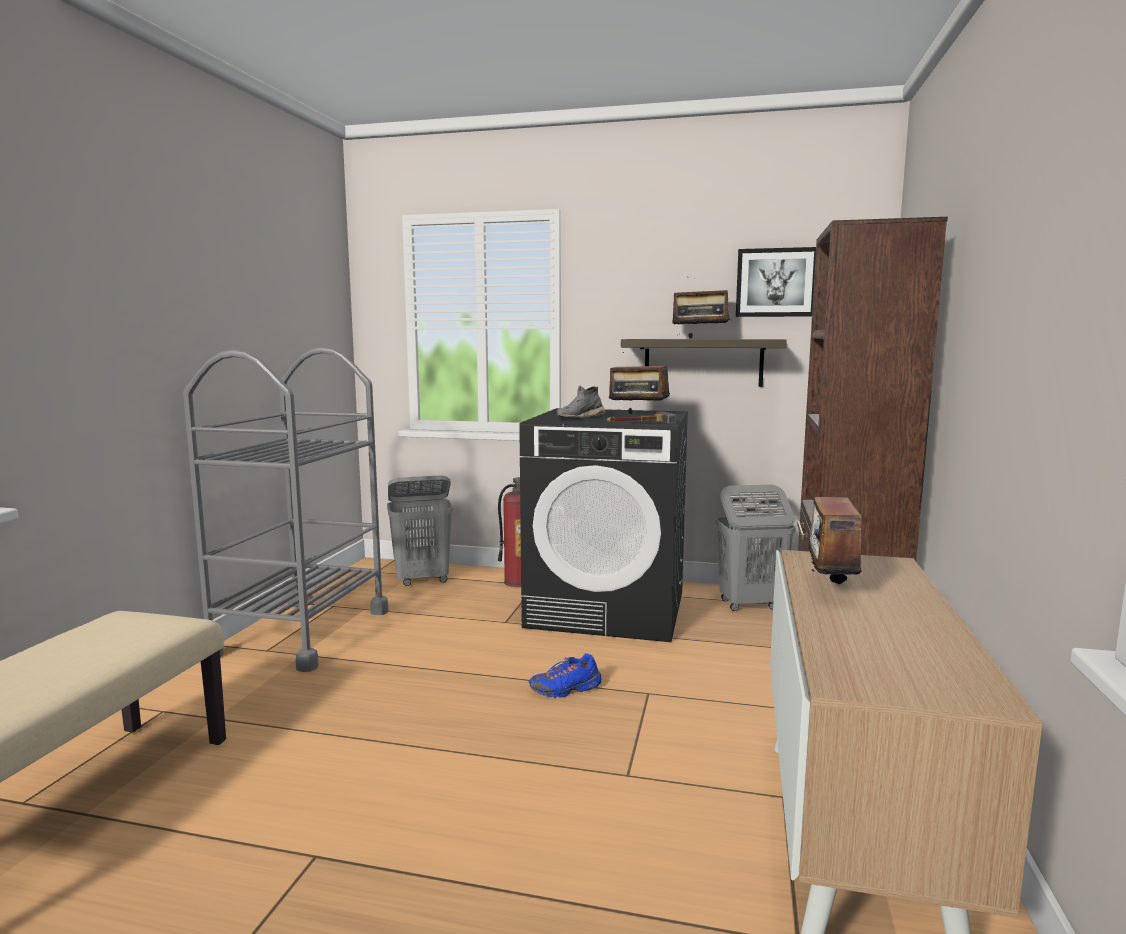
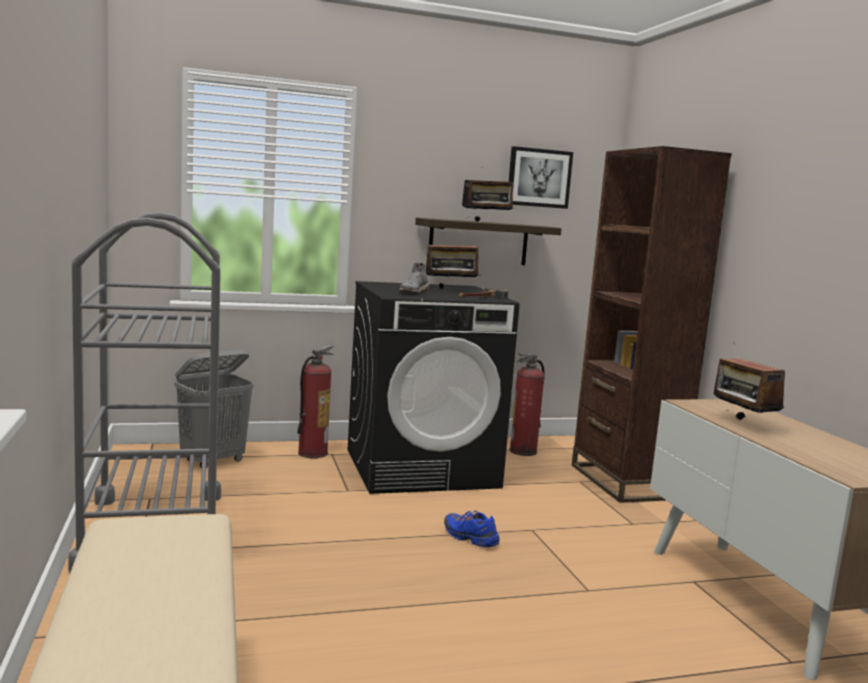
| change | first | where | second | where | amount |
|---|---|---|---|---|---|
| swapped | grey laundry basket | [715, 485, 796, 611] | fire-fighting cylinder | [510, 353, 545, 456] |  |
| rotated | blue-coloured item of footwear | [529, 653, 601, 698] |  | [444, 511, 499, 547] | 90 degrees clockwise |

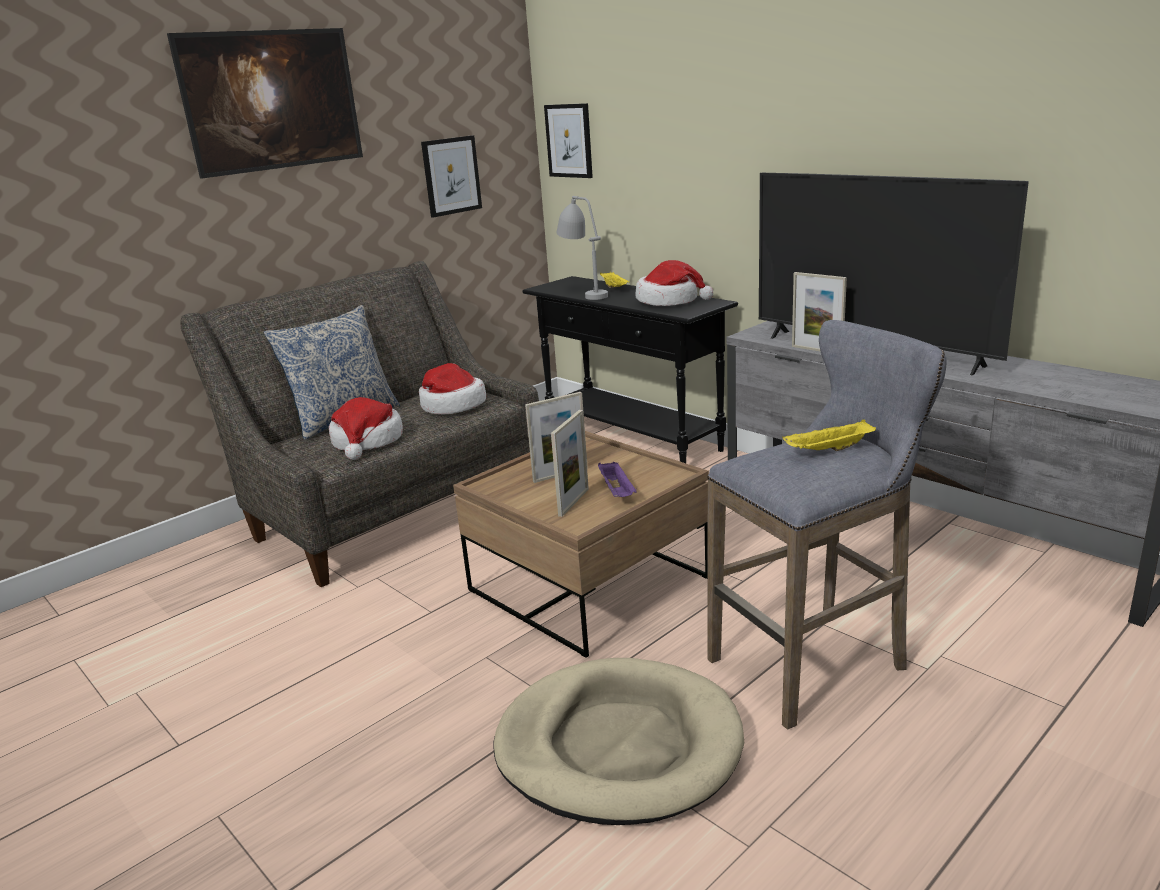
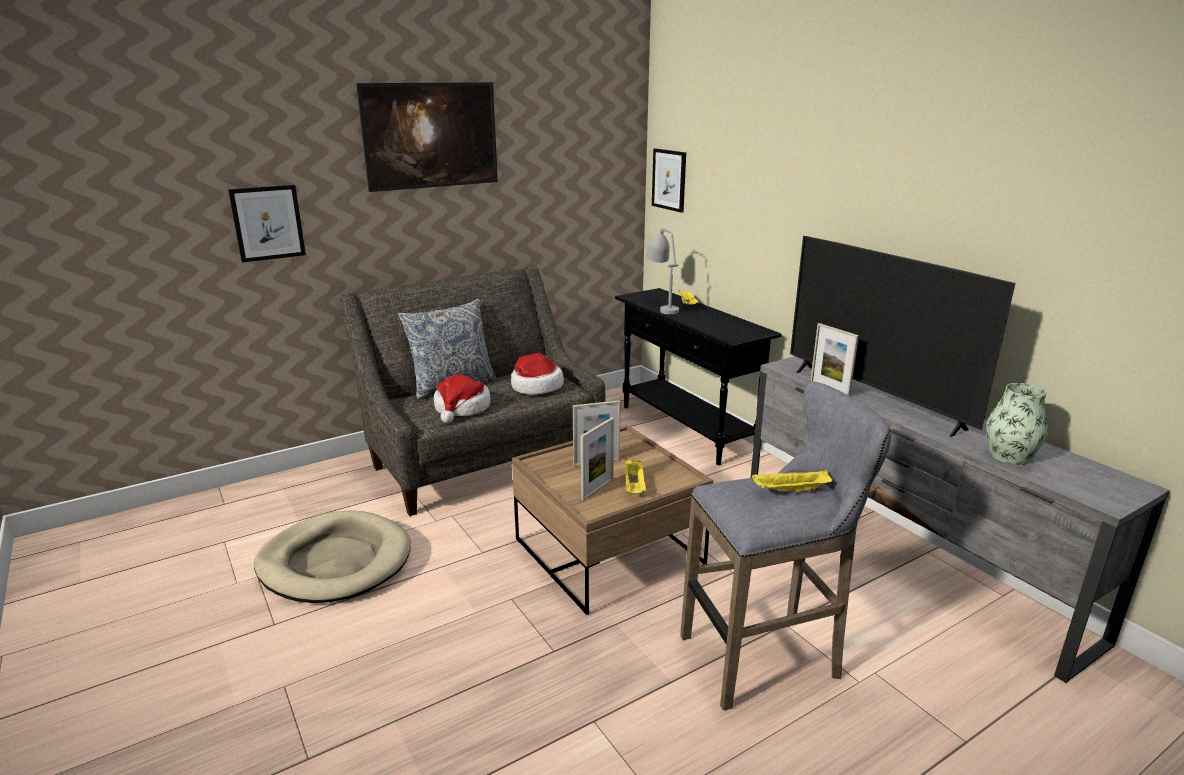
| change | first | where | second | where | amount |
|---|---|---|---|---|---|
| shifted | wall art | [421, 135, 482, 218] |  | [228, 185, 306, 263] |  |
| gone | clothing hat | [635, 260, 713, 306] |  |  |  |
| repainted | purple carrying tray | [598, 462, 637, 497] | yellow-coloured carrying tray | [625, 459, 646, 493] |  |
| shifted | beige-coloured dog bed | [494, 658, 744, 825] |  | [254, 511, 411, 603] |  |
| new |  |  | flower vase | [986, 383, 1048, 465] |  |

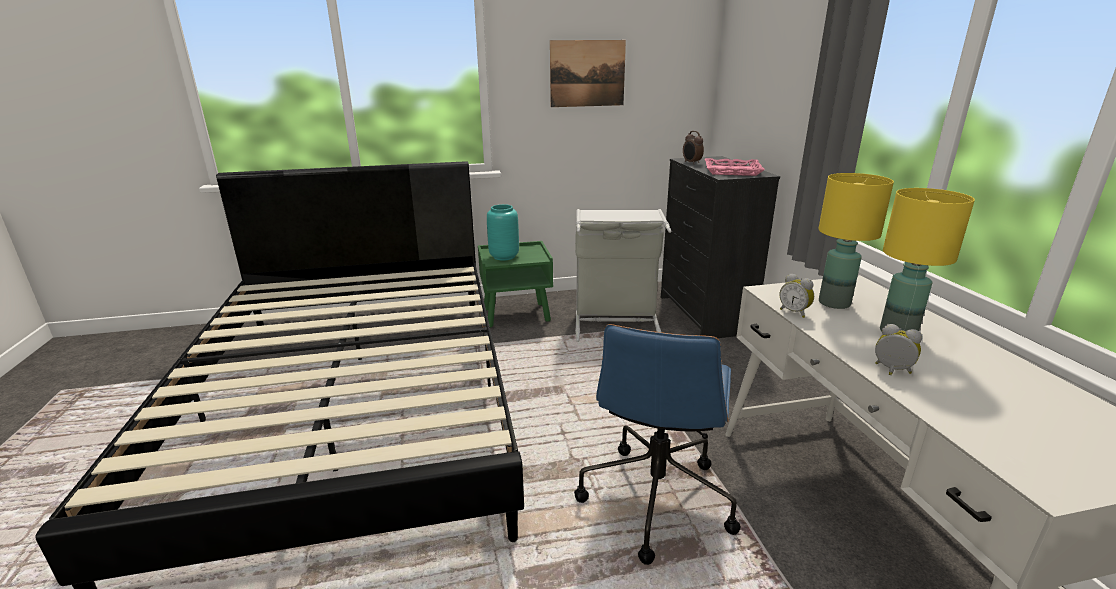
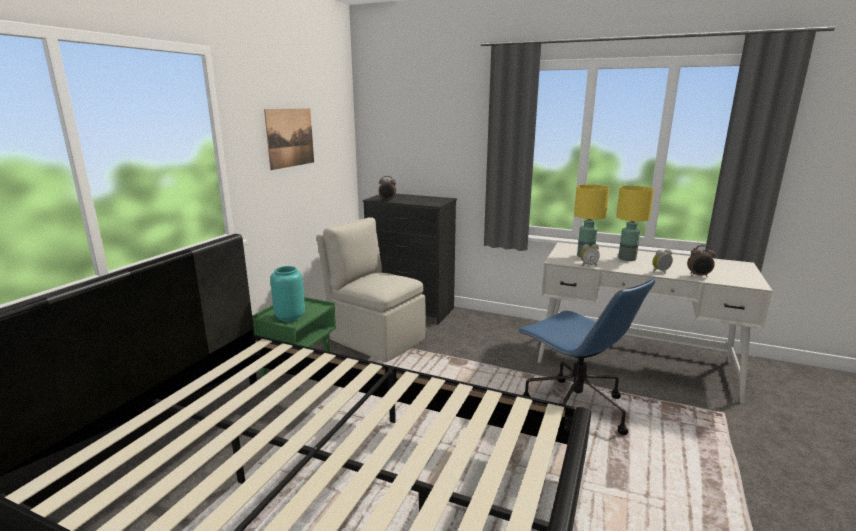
| change | first | where | second | where | amount |
|---|---|---|---|---|---|
| gone | pink carrying tray | [705, 158, 765, 176] |  |  |  |
| swapped | grey laundry basket | [575, 209, 671, 342] | beige-coloured chair | [316, 217, 426, 362] |  |
| new |  |  | table clock | [687, 245, 716, 277] |  |

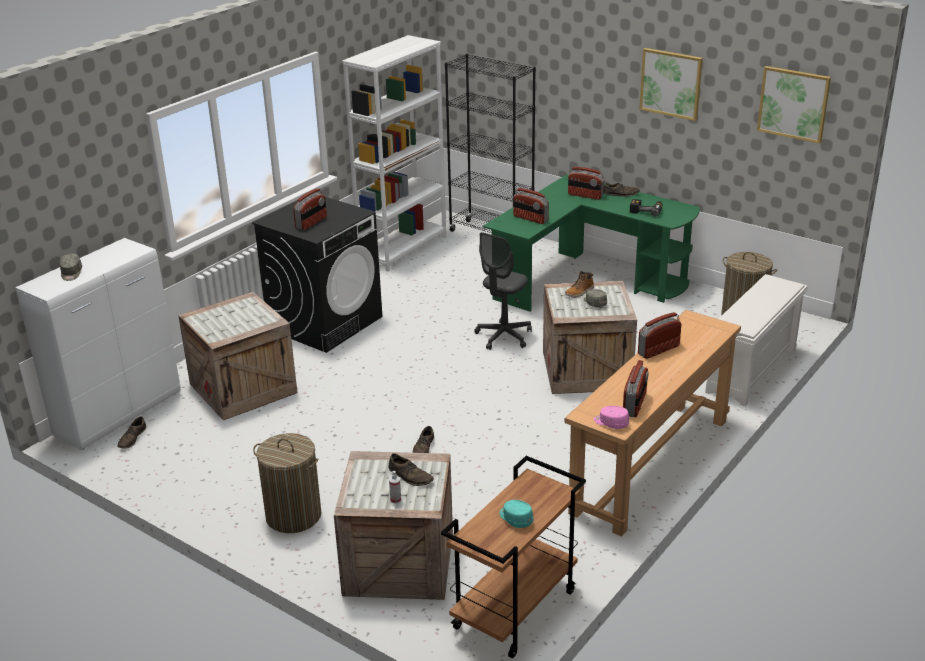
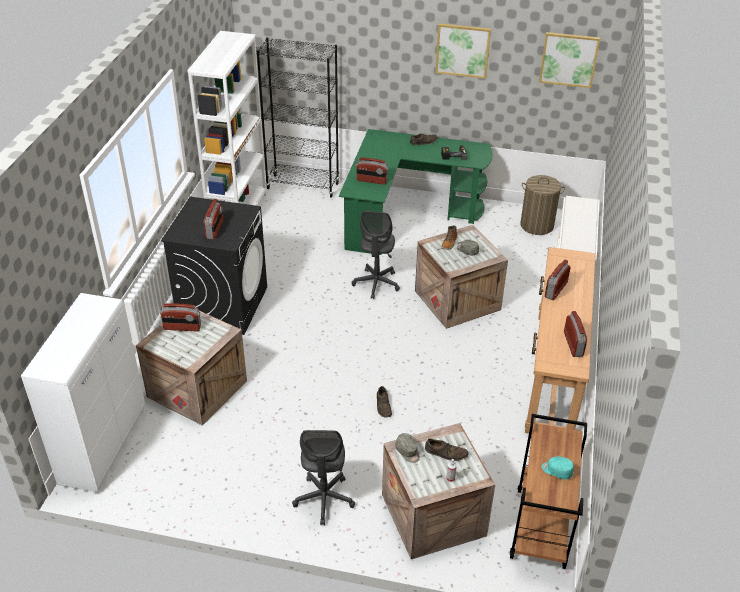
| change | first | where | second | where | amount |
|---|---|---|---|---|---|
| shifted | radio receiver | [568, 167, 605, 200] |  | [160, 303, 201, 331] |  |
| shifted | grey cap | [60, 254, 82, 281] |  | [395, 433, 420, 463] |  |
| gone | pink cap | [594, 406, 629, 429] |  |  |  |
| gone | brown-coloured item of footwear | [117, 416, 146, 449] |  |  |  |
| swapped | laundry basket | [253, 433, 321, 533] | grey desk chair | [292, 430, 355, 525] |  |

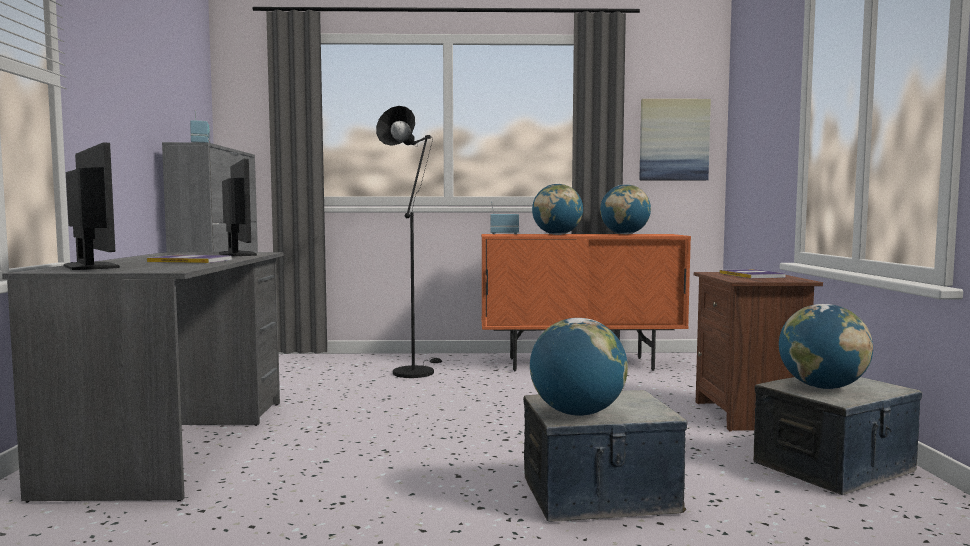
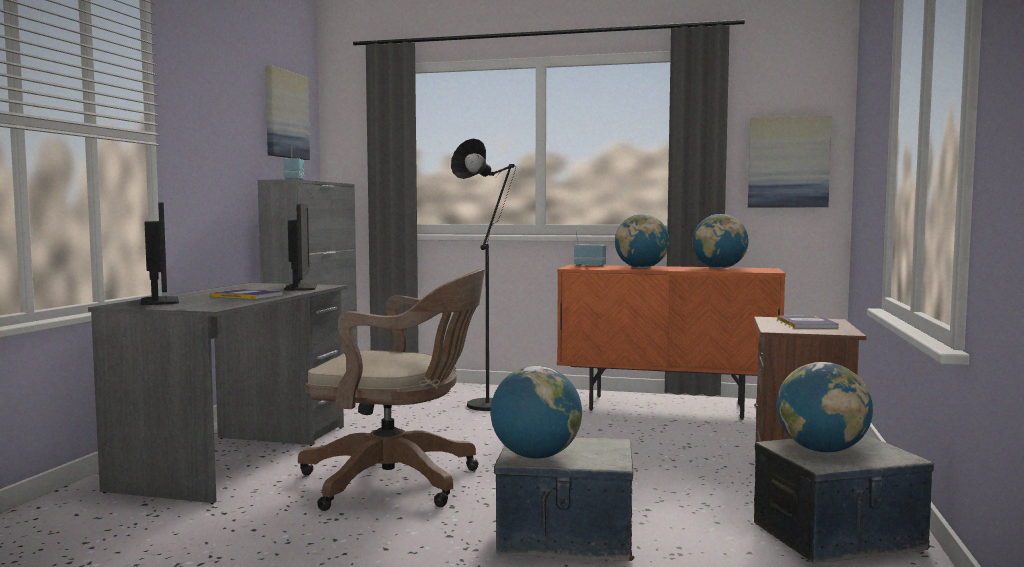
| change | first | where | second | where | amount |
|---|---|---|---|---|---|
| new |  |  | wall art | [265, 65, 310, 160] |  |
| new |  |  | brown-coloured desk chair | [298, 269, 485, 511] |  |

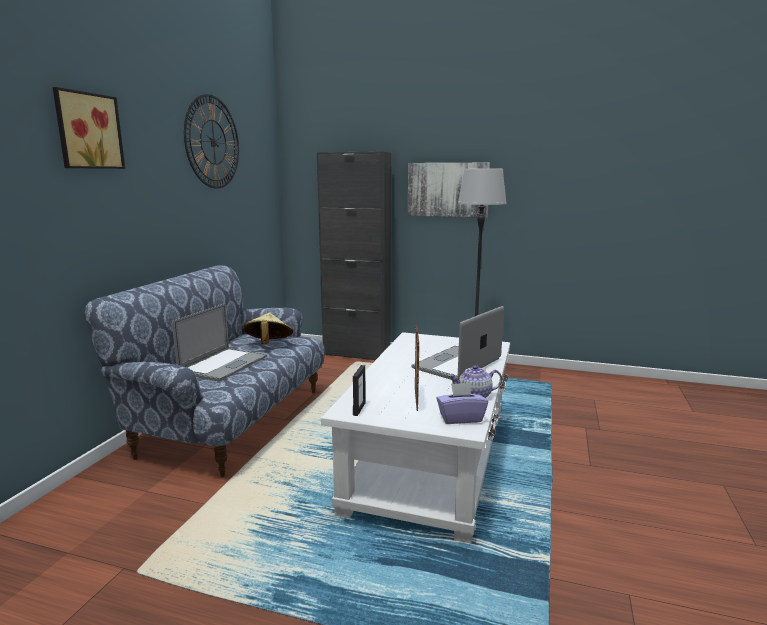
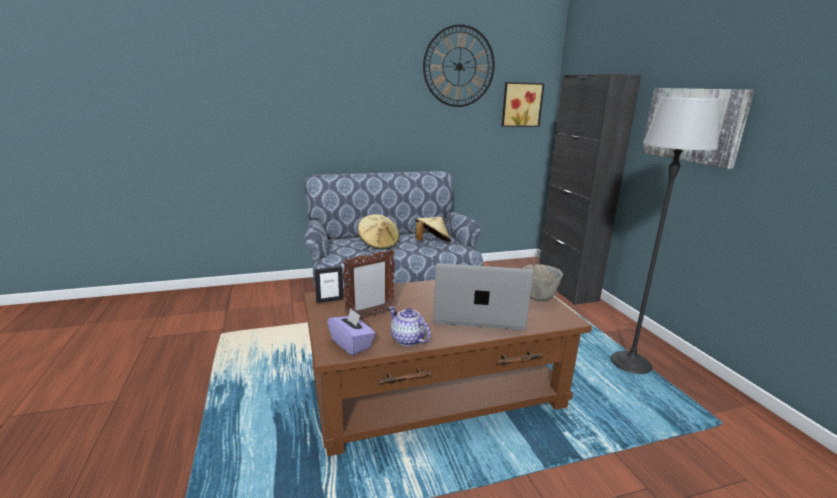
| change | first | where | second | where | amount |
|---|---|---|---|---|---|
| shifted | wall art | [53, 87, 125, 169] |  | [502, 82, 544, 127] |  |
| swapped | notebook computer | [172, 304, 267, 381] | beige-coloured clothing hat | [358, 214, 399, 250] |  |
| repainted | whitish lounge table | [321, 332, 510, 543] | brown-coloured lounge table | [304, 280, 592, 456] |  |
| new |  |  | grey bowl | [523, 264, 563, 301] |  |

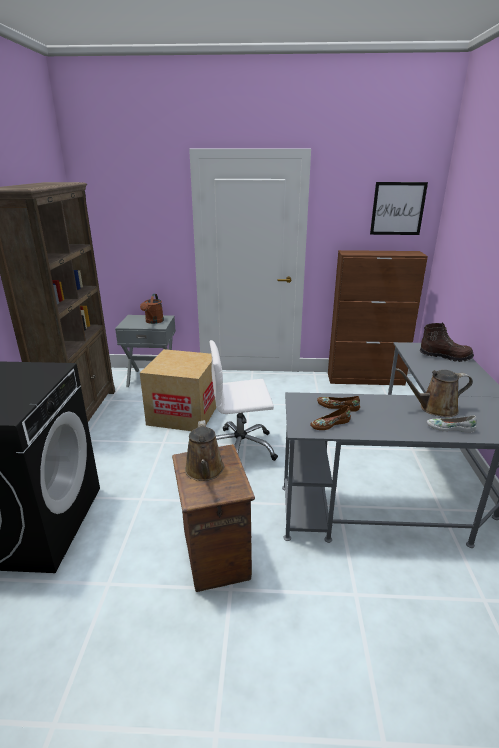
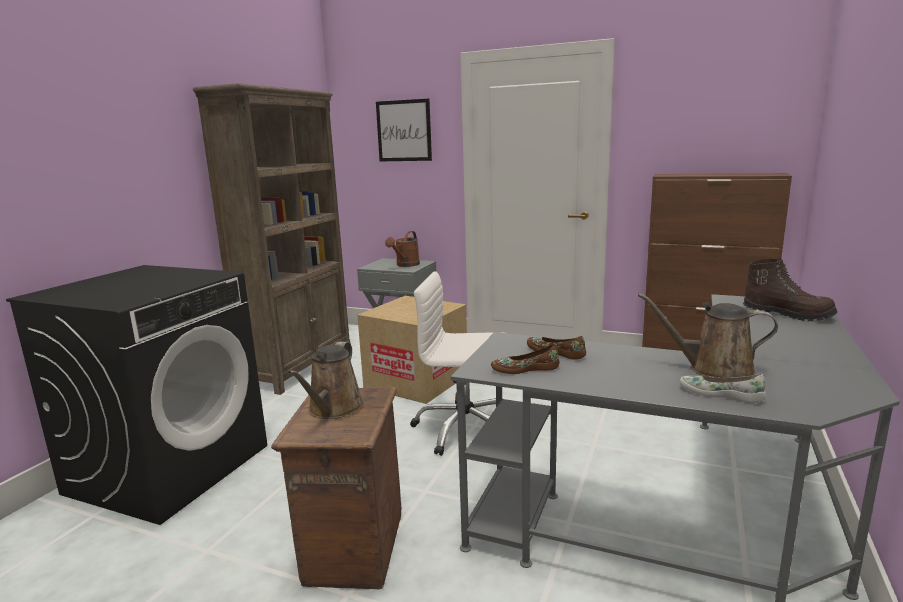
| change | first | where | second | where | amount |
|---|---|---|---|---|---|
| shifted | wall art | [370, 182, 428, 235] |  | [376, 99, 432, 161] |  |

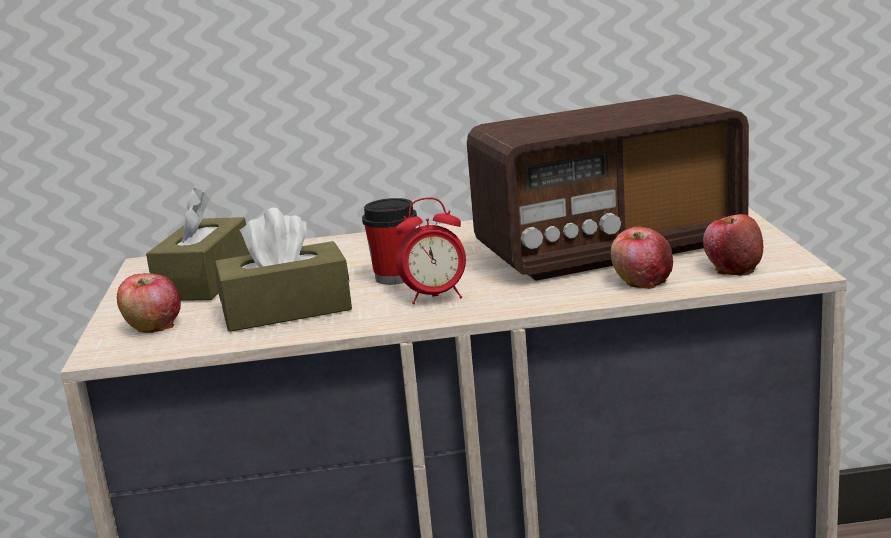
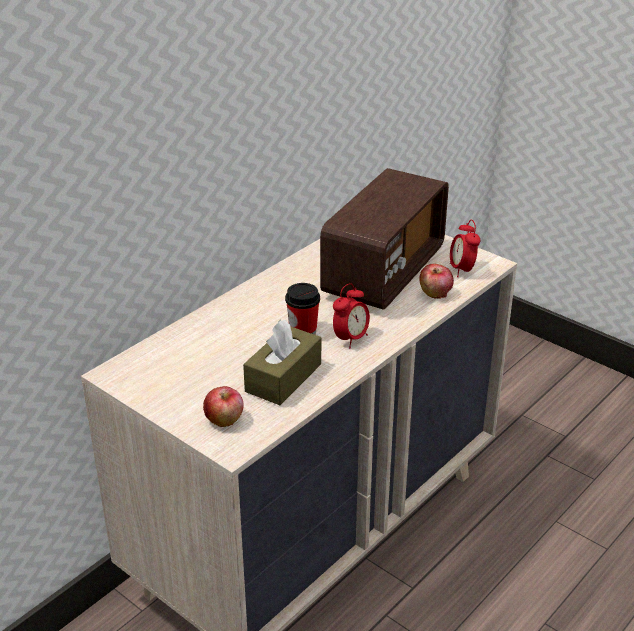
| change | first | where | second | where | amount |
|---|---|---|---|---|---|
| gone | brown-coloured tissue box | [146, 188, 250, 301] |  |  |  |
| swapped | apple fruit | [703, 214, 764, 276] | table clock | [450, 220, 480, 277] |  |

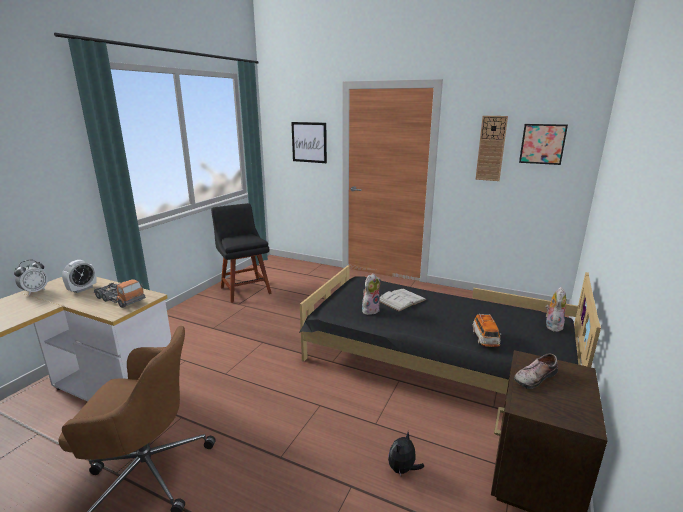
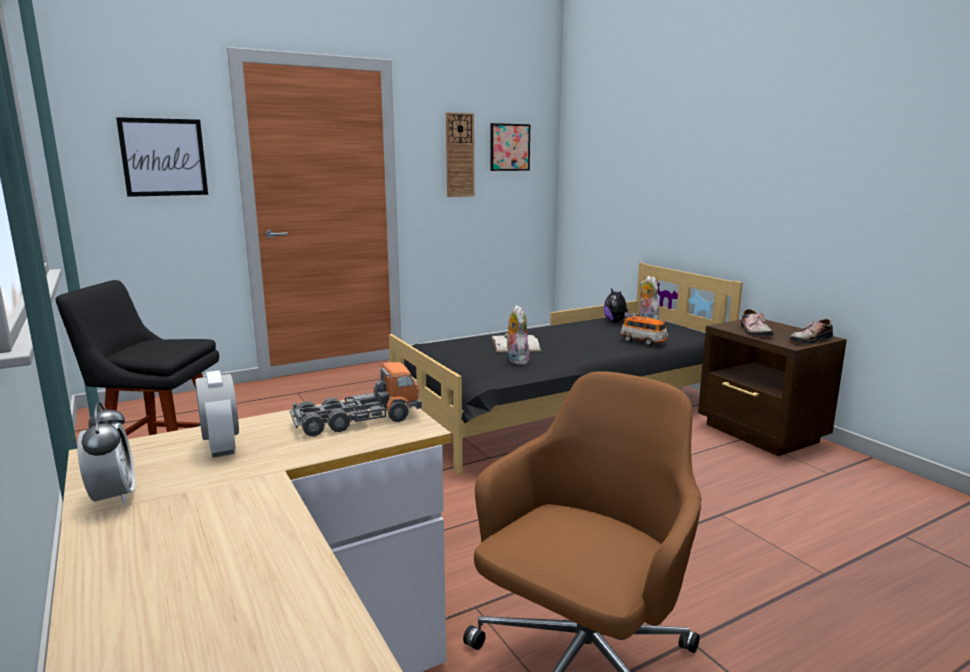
| change | first | where | second | where | amount |
|---|---|---|---|---|---|
| shifted | soft toy | [388, 432, 424, 476] |  | [604, 288, 630, 322] |  |
| new |  |  | item of footwear | [789, 319, 833, 344] |  |

